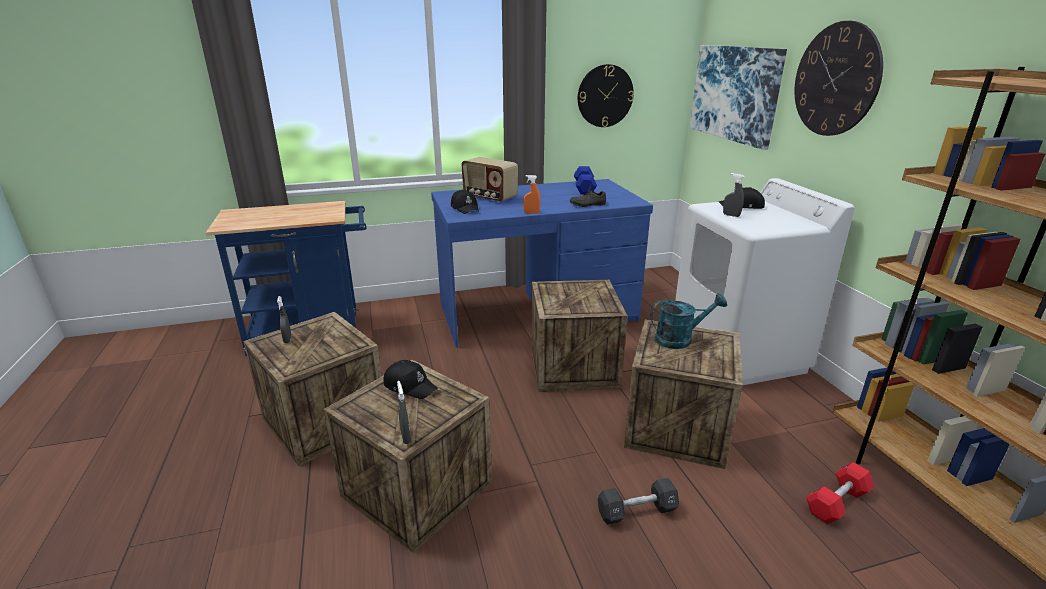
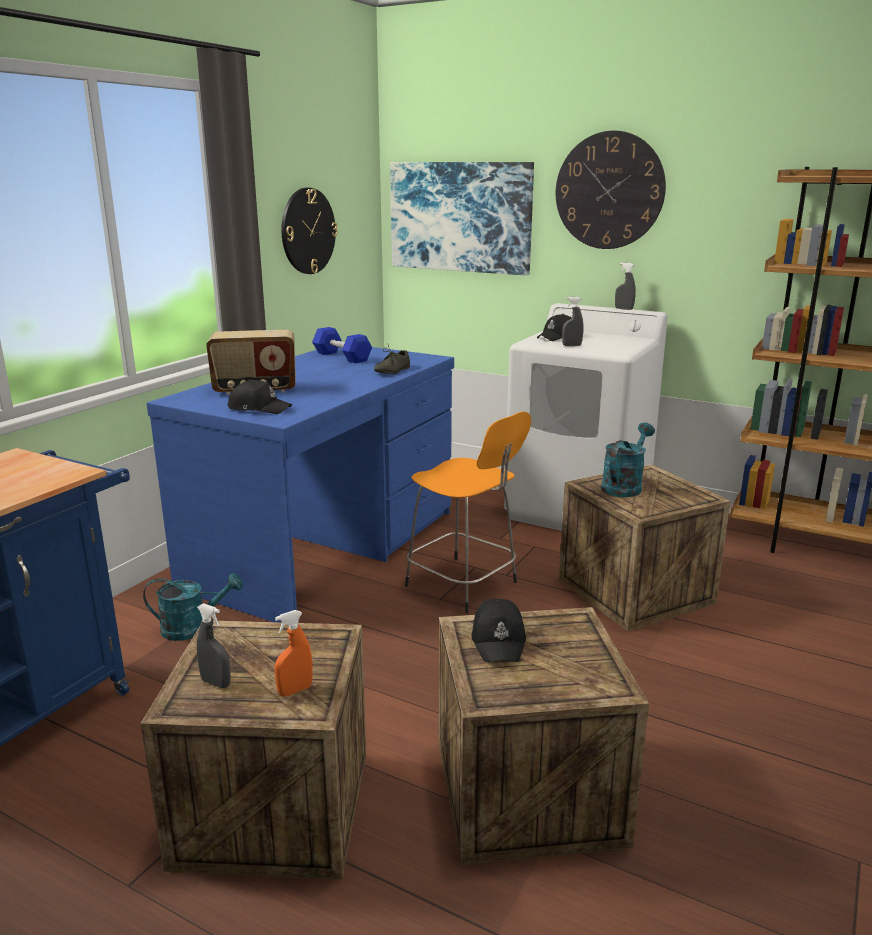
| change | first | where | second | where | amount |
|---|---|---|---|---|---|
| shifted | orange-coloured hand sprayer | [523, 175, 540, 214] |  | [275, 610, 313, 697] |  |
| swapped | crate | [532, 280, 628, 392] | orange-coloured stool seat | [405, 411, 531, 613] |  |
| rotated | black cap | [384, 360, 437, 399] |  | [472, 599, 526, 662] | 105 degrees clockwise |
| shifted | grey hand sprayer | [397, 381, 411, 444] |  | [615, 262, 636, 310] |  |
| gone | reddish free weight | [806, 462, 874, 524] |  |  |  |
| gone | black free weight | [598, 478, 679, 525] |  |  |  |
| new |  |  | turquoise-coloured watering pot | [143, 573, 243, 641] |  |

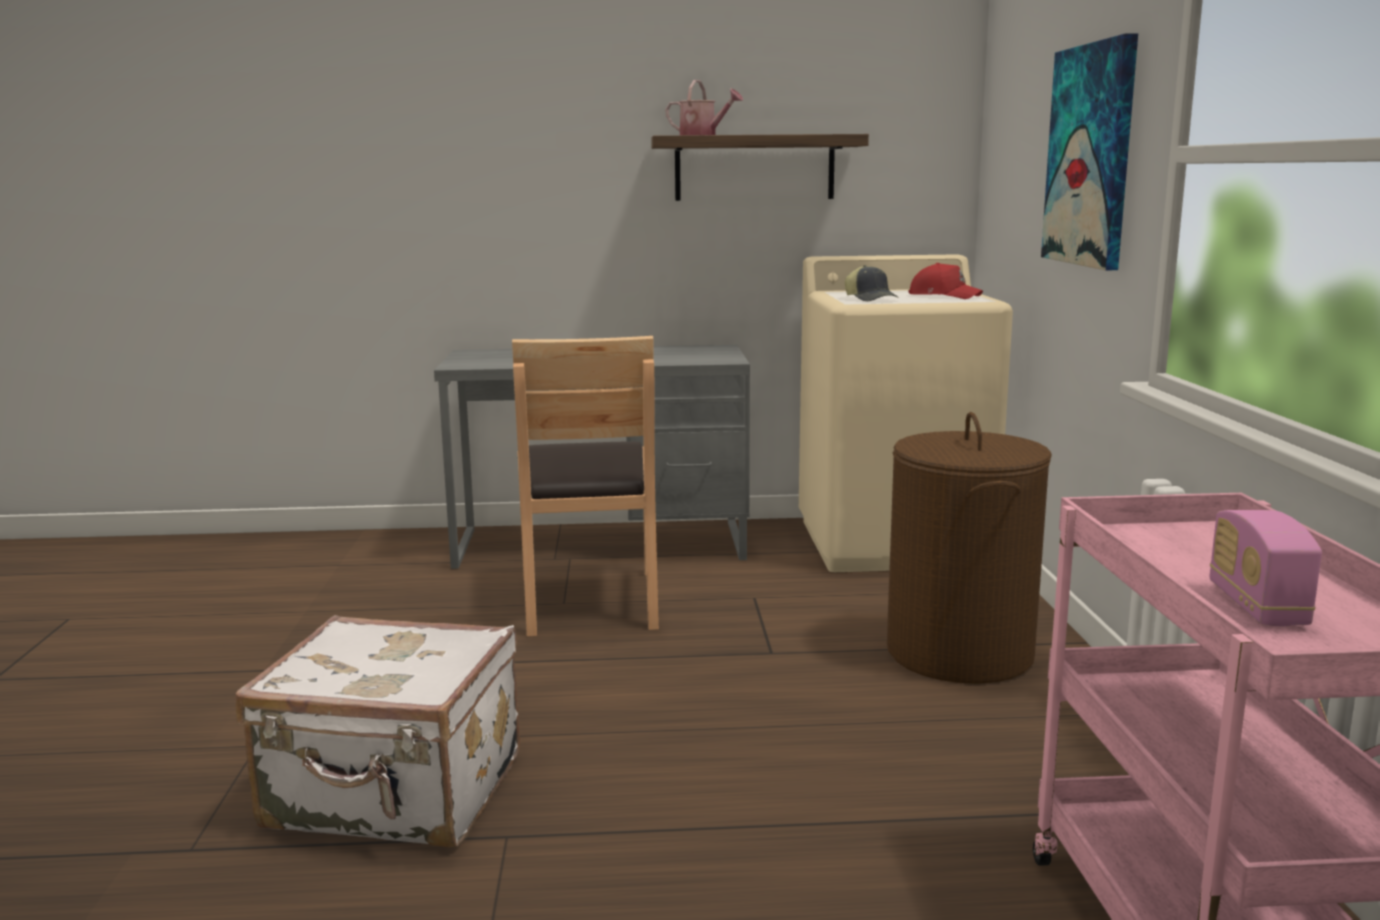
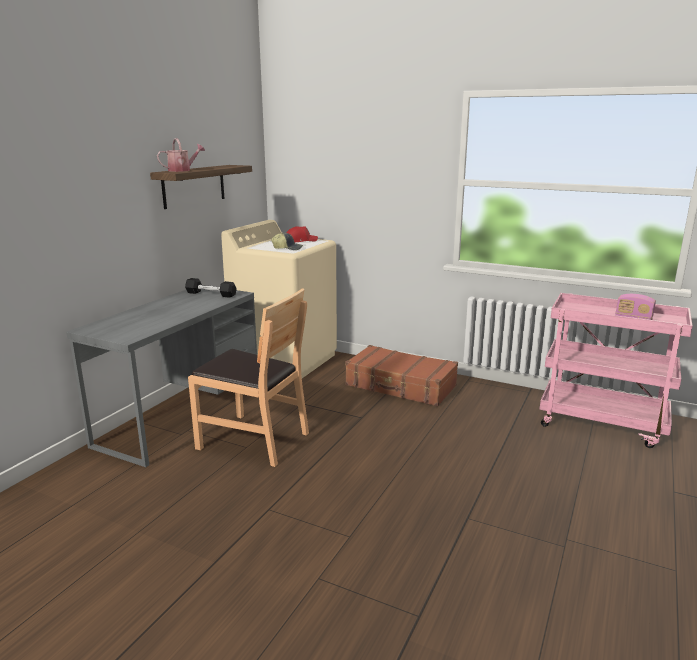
| change | first | where | second | where | amount |
|---|---|---|---|---|---|
| gone | wall art | [1041, 33, 1138, 270] |  |  |  |
| swapped | brown-coloured laundry basket | [887, 412, 1052, 684] | brown-coloured travel case | [345, 345, 458, 407] |  |
| gone | whitish travel case | [235, 615, 520, 847] |  |  |  |
| new |  |  | black free weight | [185, 278, 237, 298] |  |

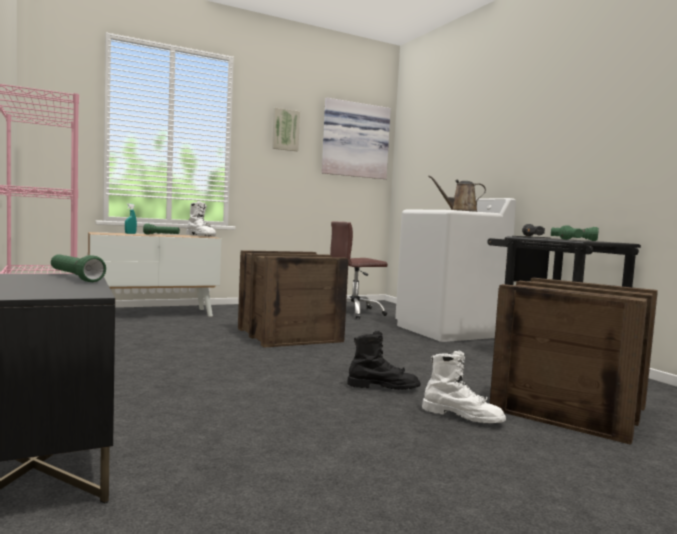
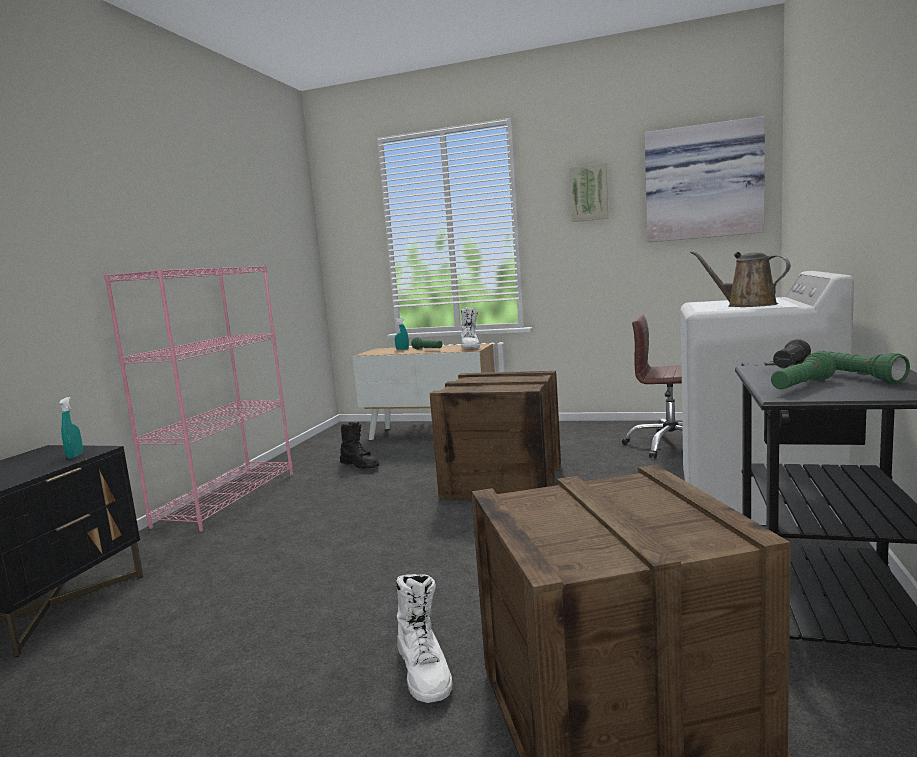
| change | first | where | second | where | amount |
|---|---|---|---|---|---|
| swapped | greenish flashlight | [51, 254, 106, 282] | turquoise-coloured hand sprayer | [59, 397, 83, 459] |  |
| shifted | black tall boot | [347, 331, 421, 390] |  | [340, 422, 379, 469] |  |

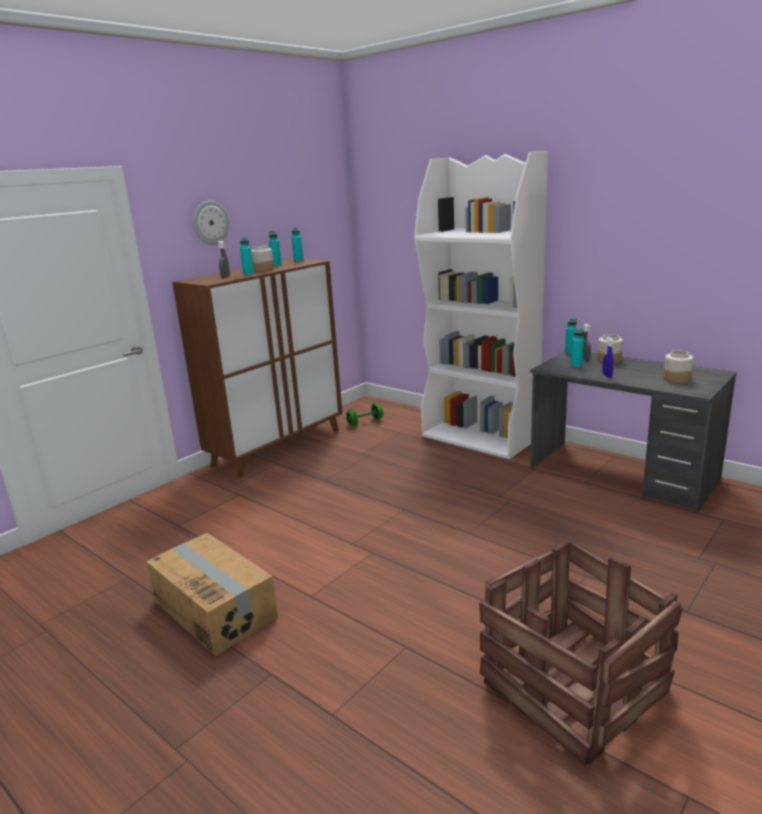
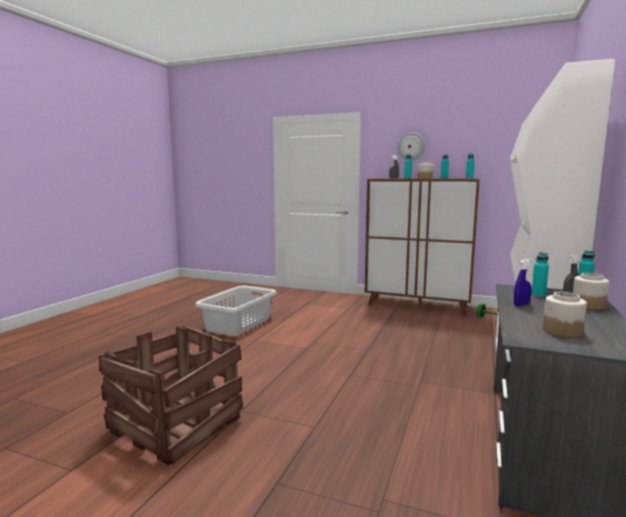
| change | first | where | second | where | amount |
|---|---|---|---|---|---|
| swapped | carton | [146, 533, 278, 656] | grey laundry basket | [195, 285, 277, 336] |  |

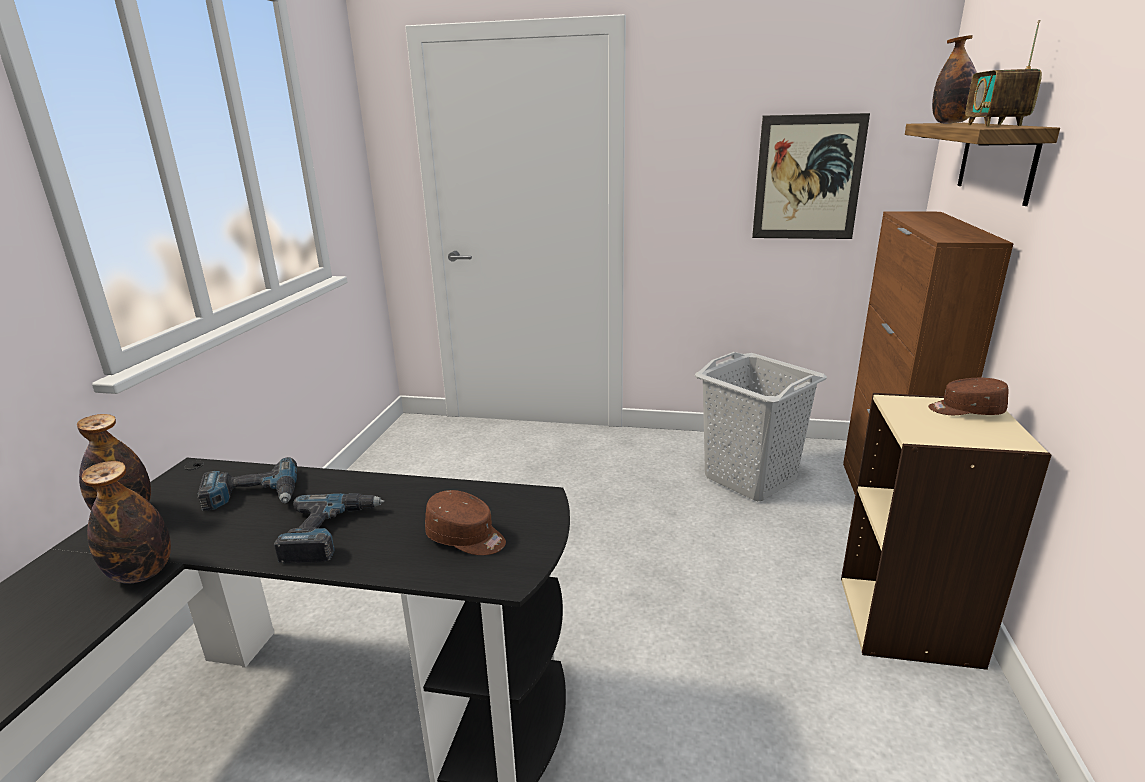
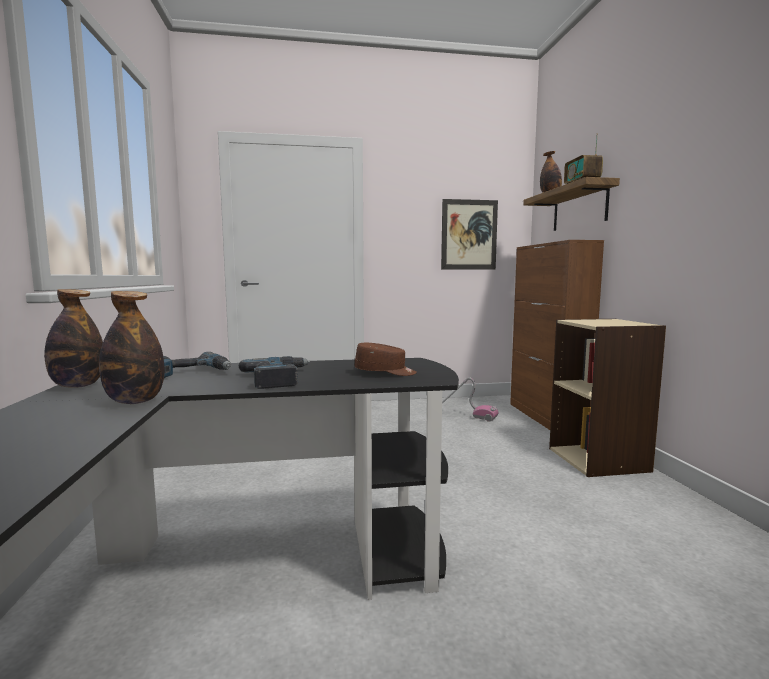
| change | first | where | second | where | amount |
|---|---|---|---|---|---|
| swapped | grey laundry basket | [695, 352, 827, 501] | vacuum cleaner | [442, 377, 498, 422] |  |
| gone | brown-coloured cap | [928, 378, 1008, 415] |  |  |  |

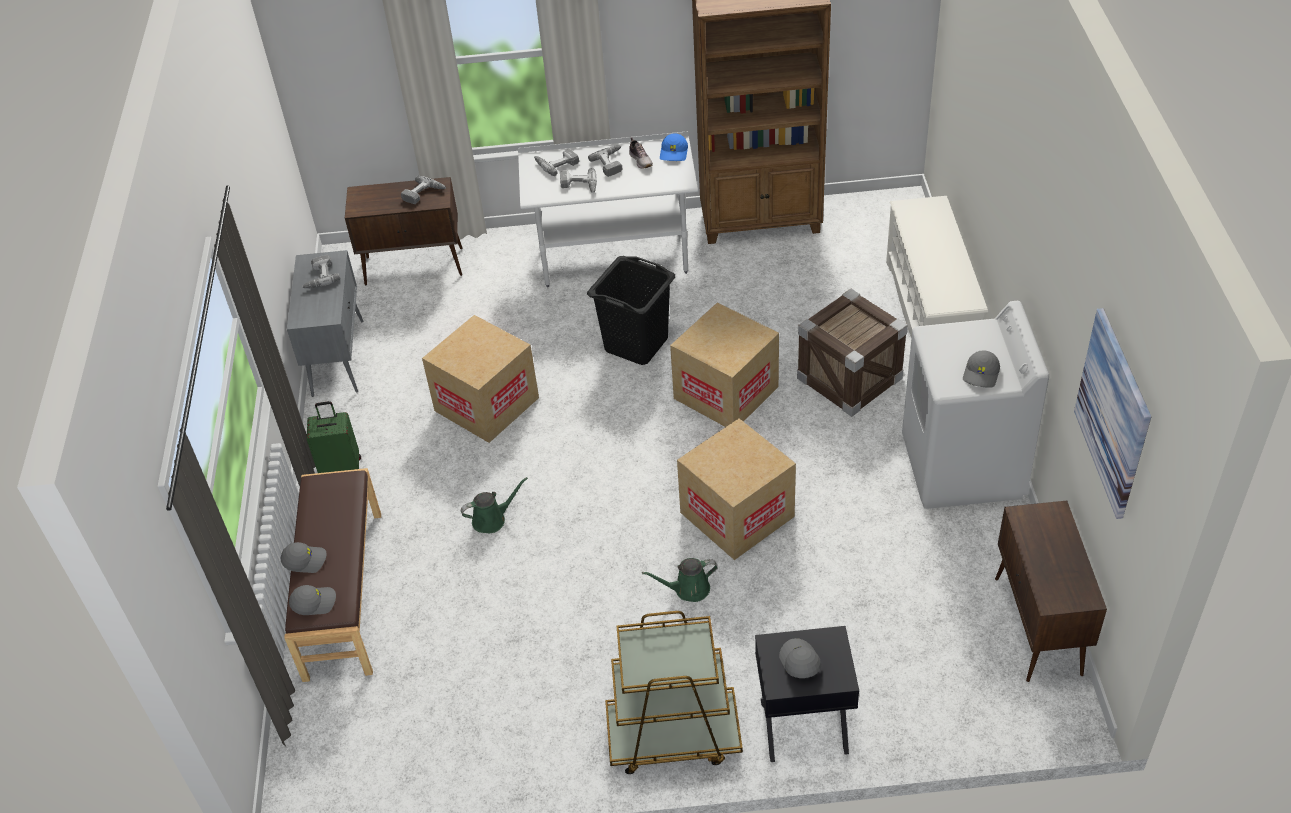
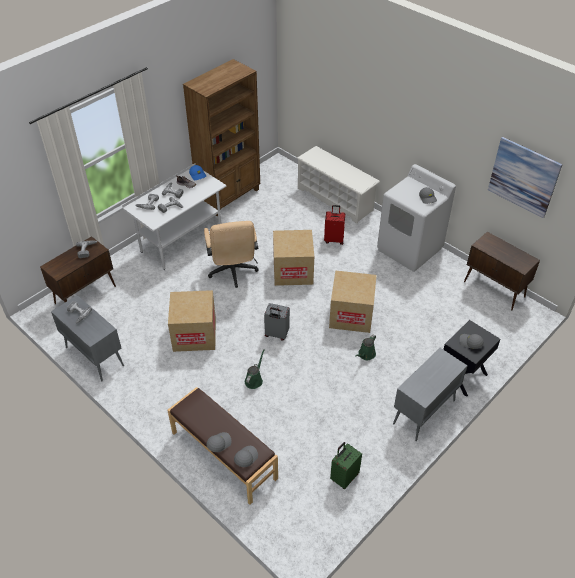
| change | first | where | second | where | amount |
|---|---|---|---|---|---|
| swapped | black laundry basket | [587, 256, 675, 365] | beige-coloured desk chair | [204, 221, 259, 288] |  |
| swapped | crate | [797, 289, 908, 417] | reddish travel case | [324, 205, 345, 245] |  |
| shifted | greenish travel case | [307, 401, 361, 473] |  | [330, 442, 362, 489] |  |
| swapped | brown-coloured cart | [605, 611, 743, 774] | grey storage cabinet | [393, 348, 468, 441] |  |
| new |  |  | grey travel case | [264, 303, 290, 340] |  |

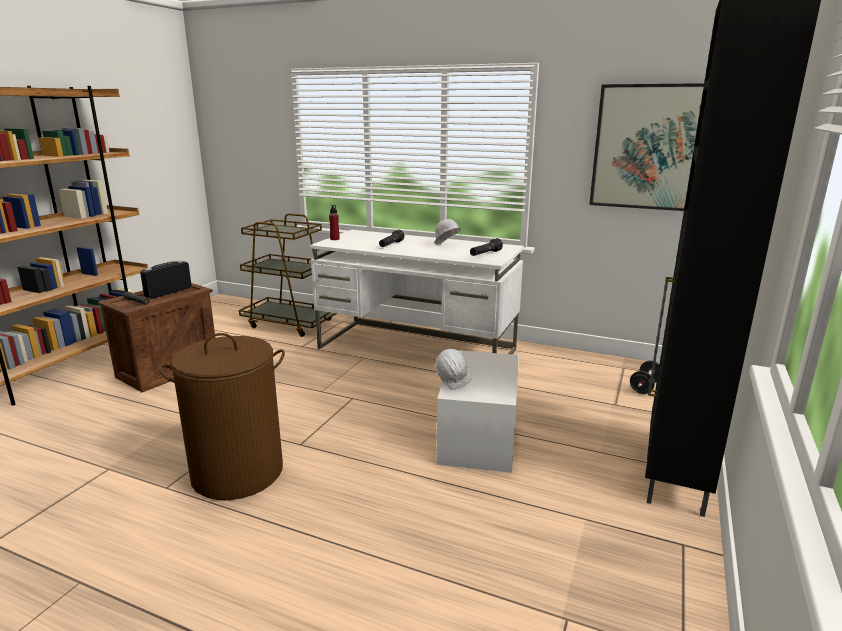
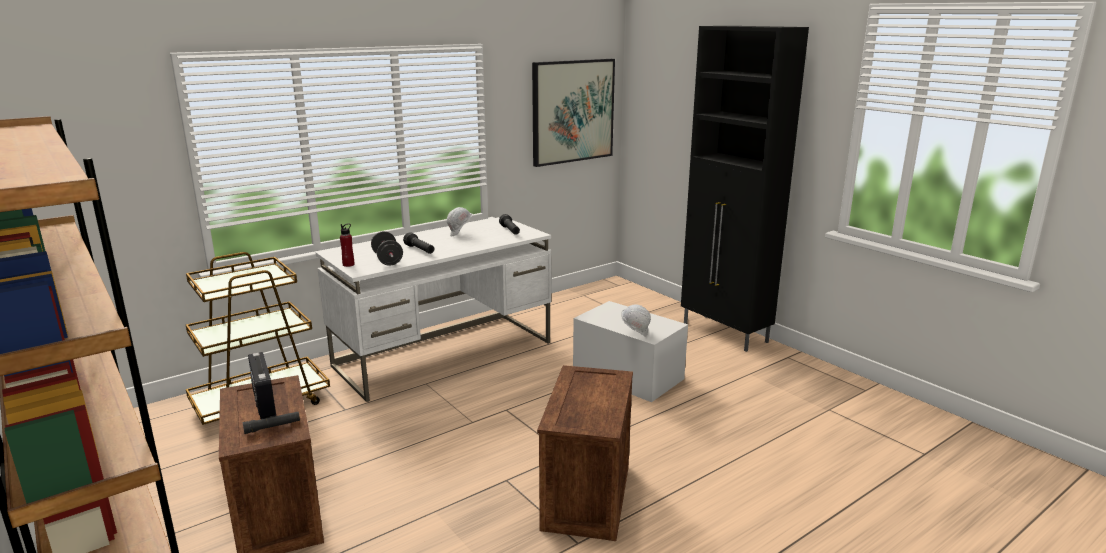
| change | first | where | second | where | amount |
|---|---|---|---|---|---|
| swapped | brown-coloured laundry basket | [159, 333, 285, 500] | crate | [537, 365, 633, 541] |  |
| shifted | black free weight | [630, 361, 659, 394] |  | [371, 231, 403, 265] |  |

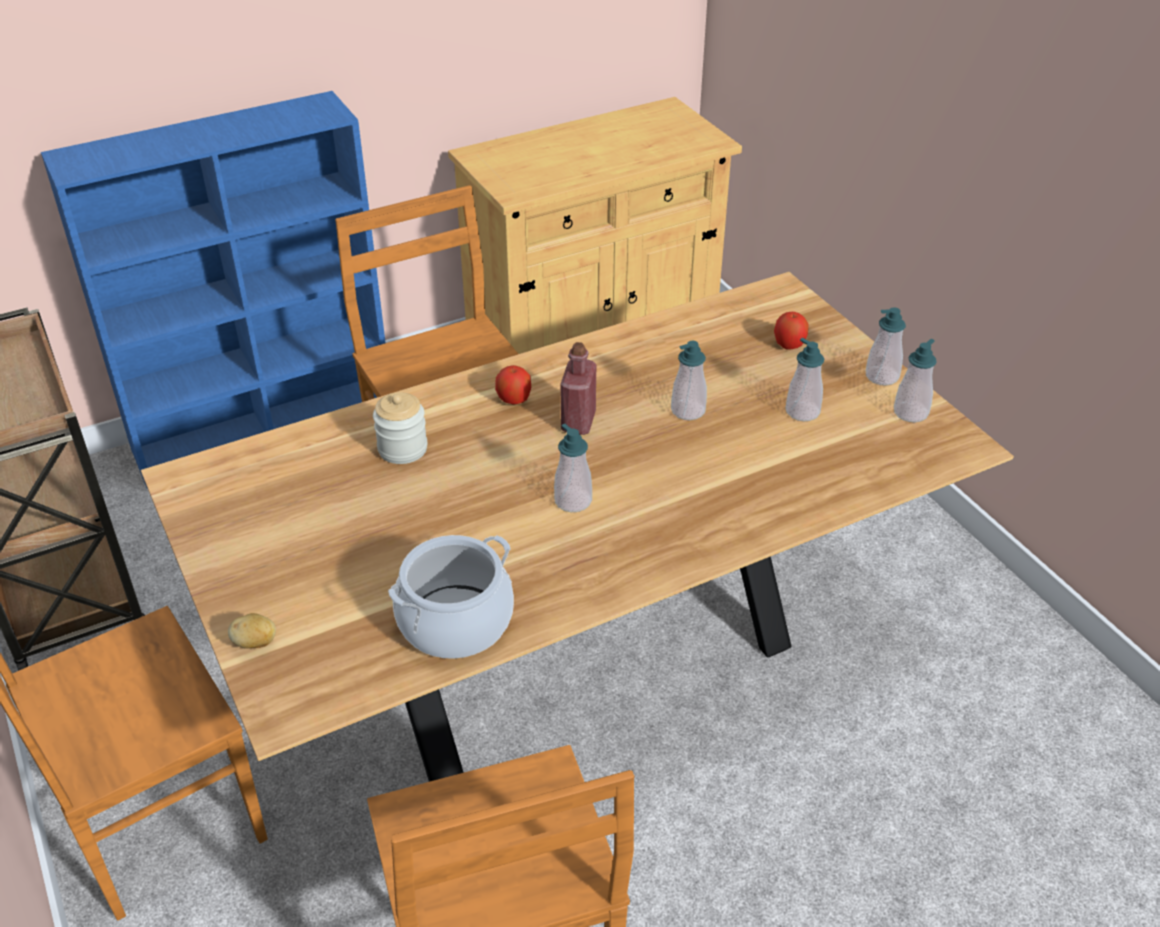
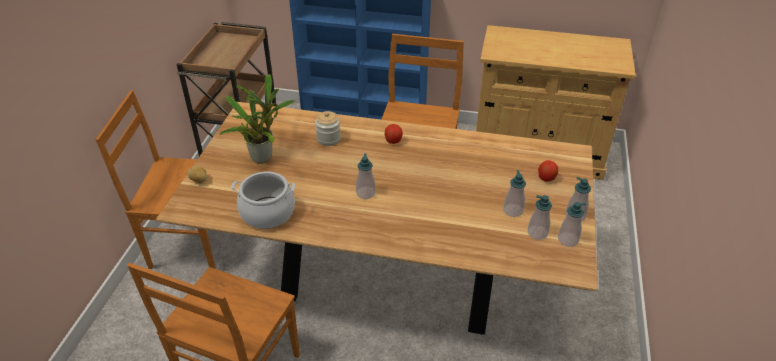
| change | first | where | second | where | amount |
|---|---|---|---|---|---|
| shifted | soap bottle | [671, 341, 707, 420] |  | [528, 195, 552, 240] |  |
| gone | reddish drink bottle | [560, 342, 596, 435] |  |  |  |
| new |  |  | potted plant | [219, 74, 295, 164] |  |

